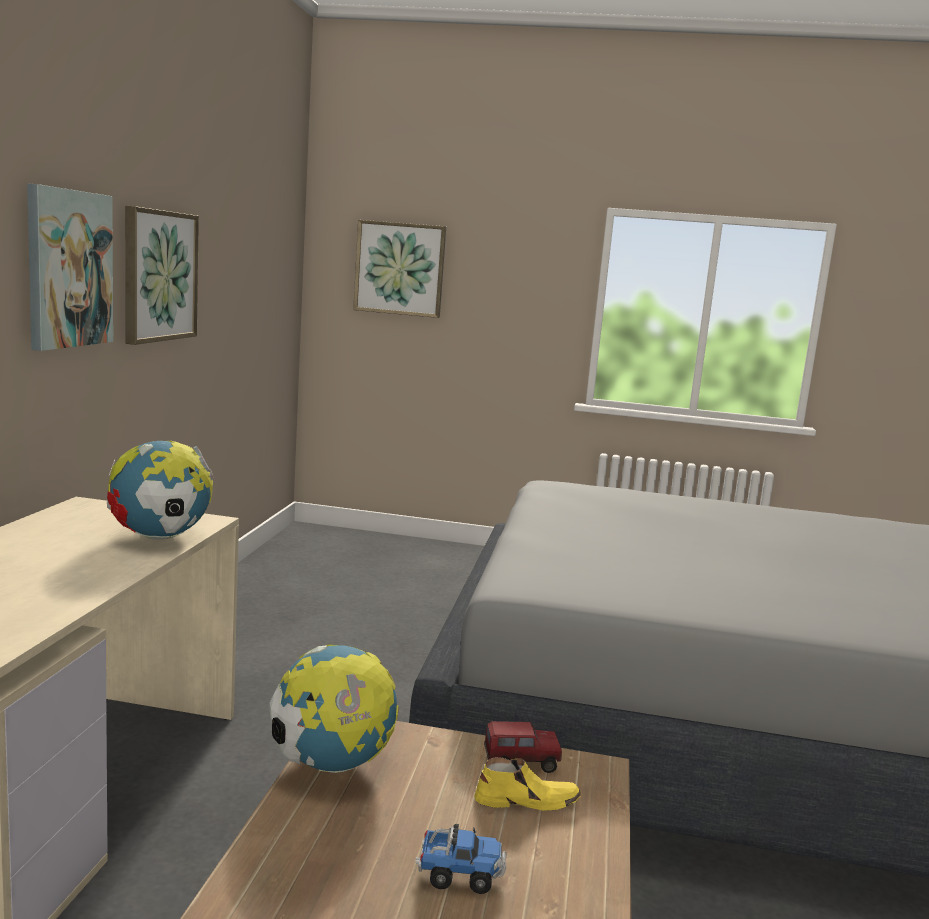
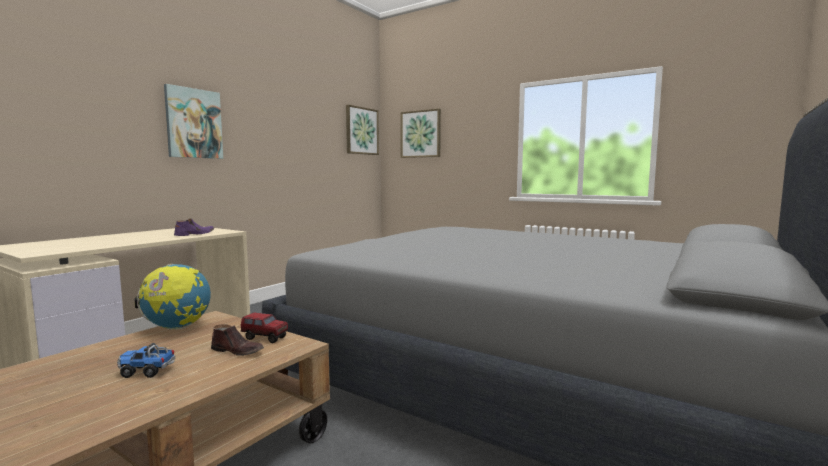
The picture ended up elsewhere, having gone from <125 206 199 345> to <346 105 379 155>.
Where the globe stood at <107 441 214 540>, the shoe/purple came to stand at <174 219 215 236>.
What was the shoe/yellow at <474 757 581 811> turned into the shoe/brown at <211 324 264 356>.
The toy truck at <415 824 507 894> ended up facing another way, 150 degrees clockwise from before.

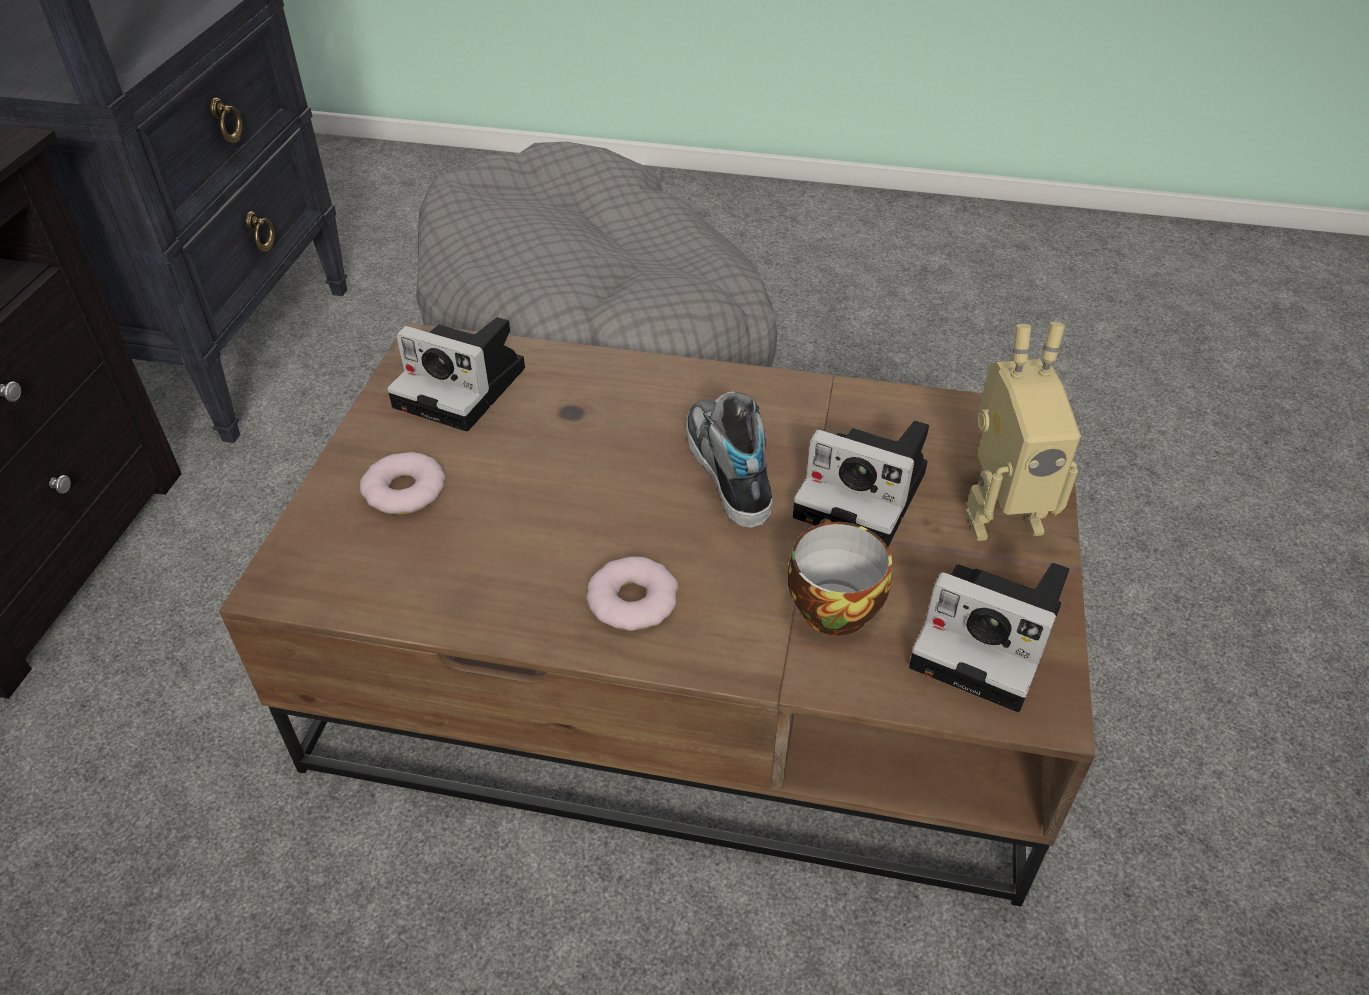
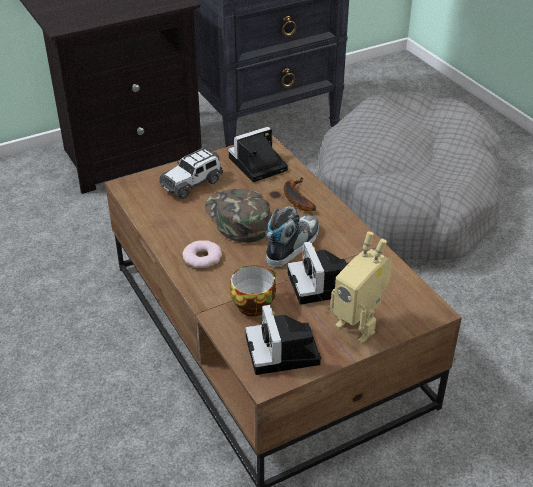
The photo camera at <387 317 525 431> ended up facing another way, 75 degrees clockwise from before.
Where the donut stood at <360 452 446 514>, the toy car came to stand at <159 148 223 199>.
The second view gained the banana at <284 177 316 212>.
The second view gained the cap/green at <205 189 271 243>.

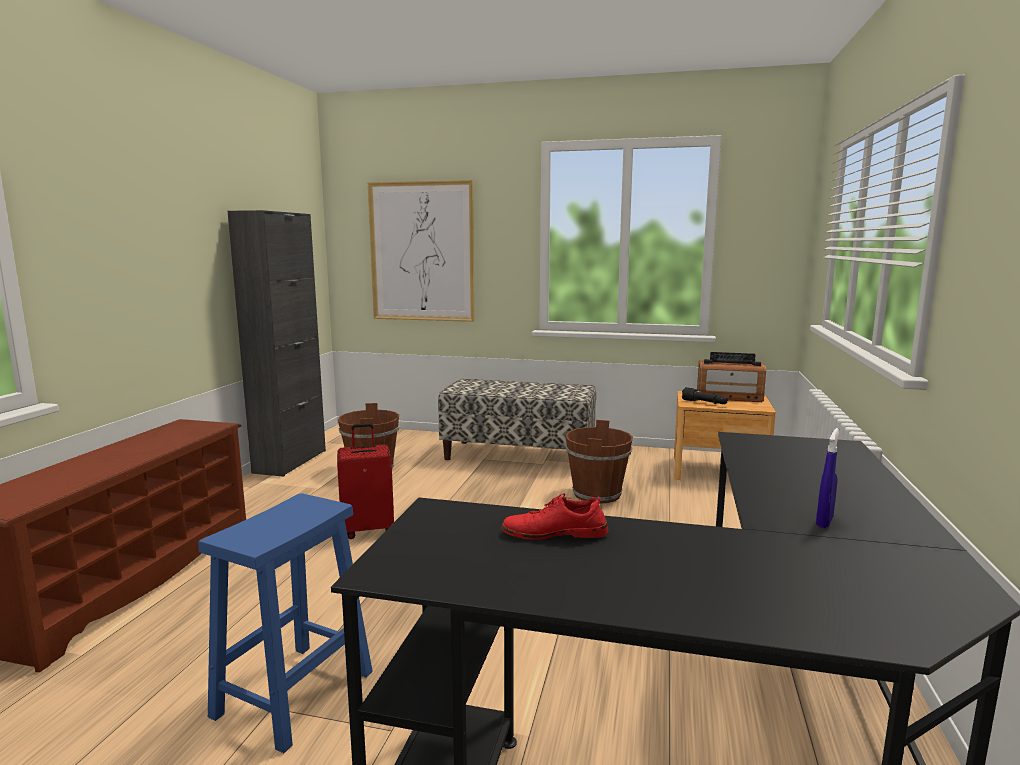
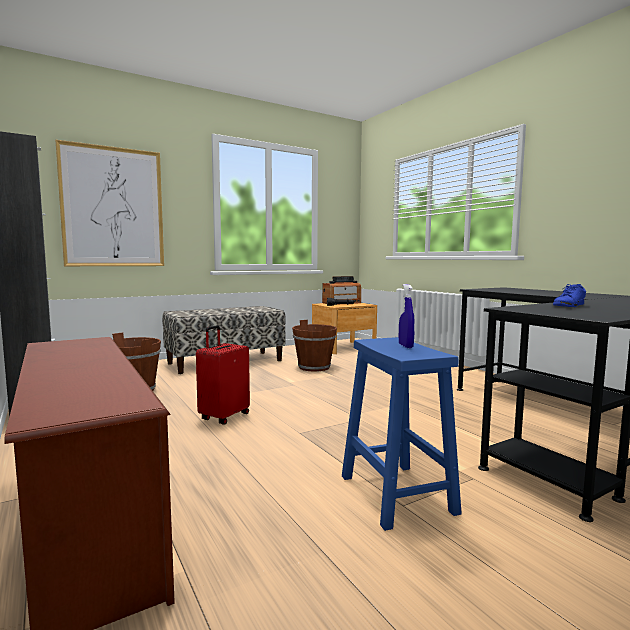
The spray bottle/blue ended up elsewhere, having gone from <816 428 839 528> to <399 284 415 348>.
What was the shoe/red at <502 493 608 540> turned into the shoe/blue at <553 284 586 307>.

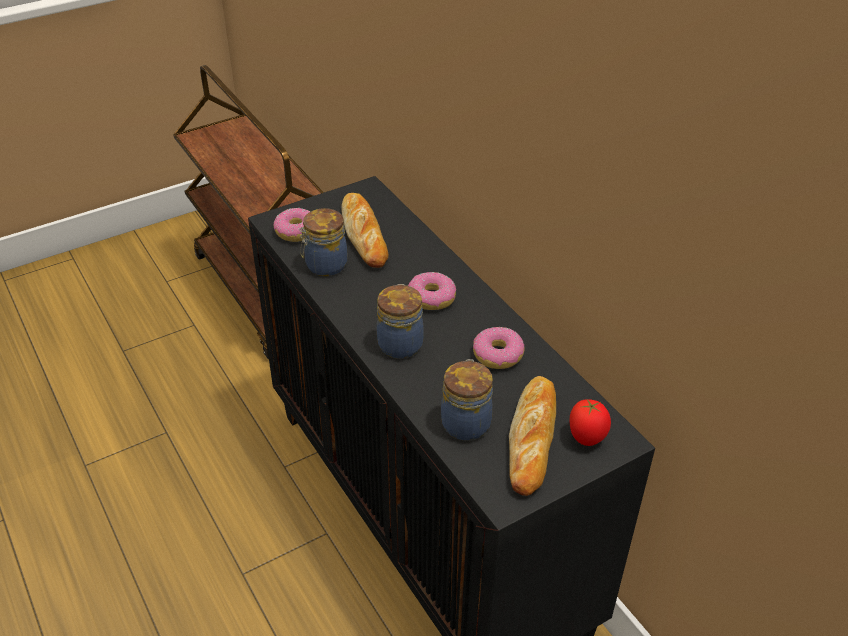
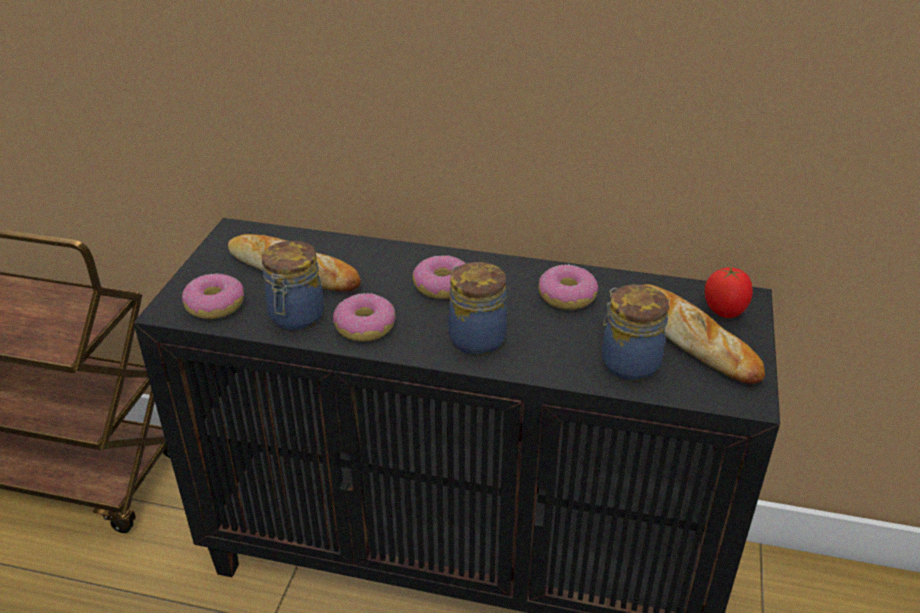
The second view gained the donut at <333 293 395 341>.

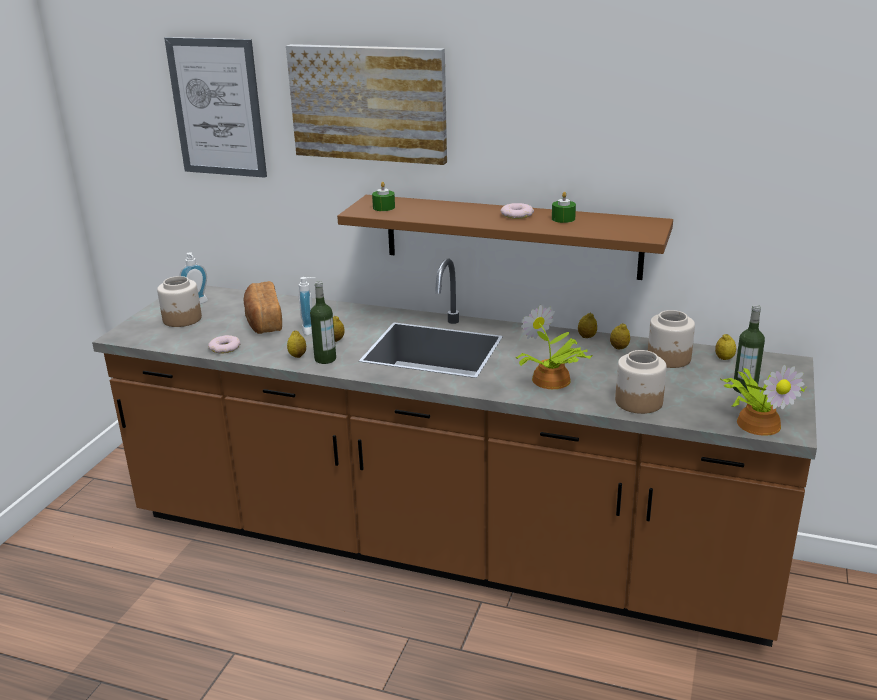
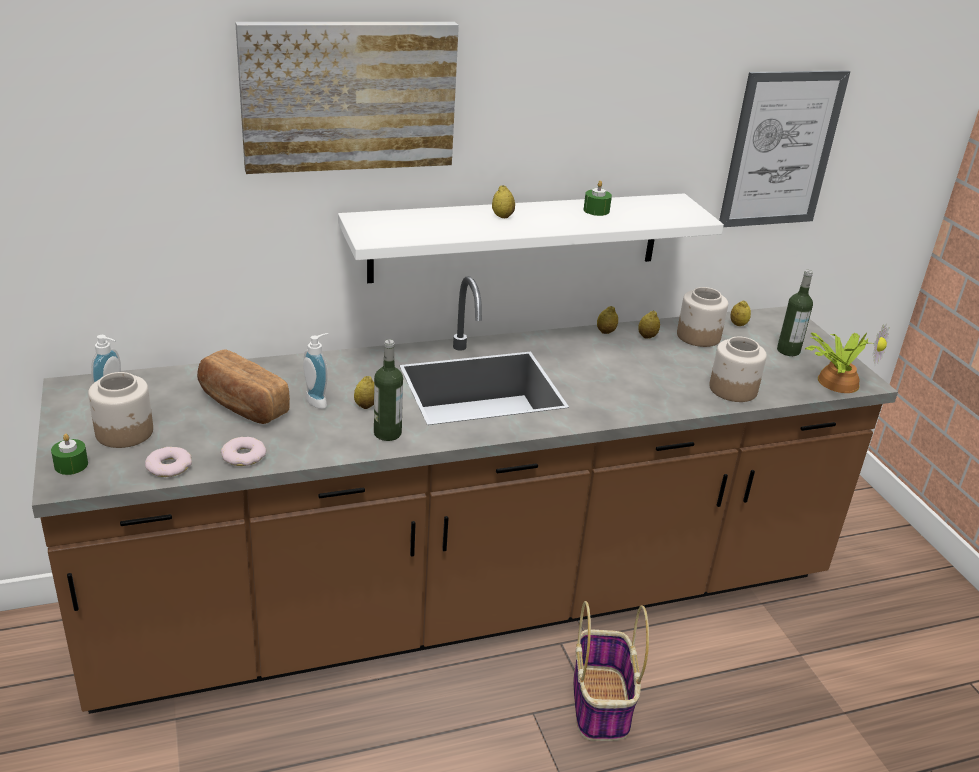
The picture ended up elsewhere, having gone from <164 37 267 178> to <719 70 850 227>.
The candle/green ended up elsewhere, having gone from <372 182 395 211> to <51 434 88 475>.
What was the shelf/brown at <337 195 673 280> turned into the shelf/white at <338 193 724 283>.
The donut ended up elsewhere, having gone from <501 203 534 219> to <145 447 192 477>.
The second view lost the potted plant at <516 305 593 389>.
The lemon ended up elsewhere, having gone from <287 330 306 358> to <492 185 515 218>.
The second view gained the basket at <573 601 649 741>.

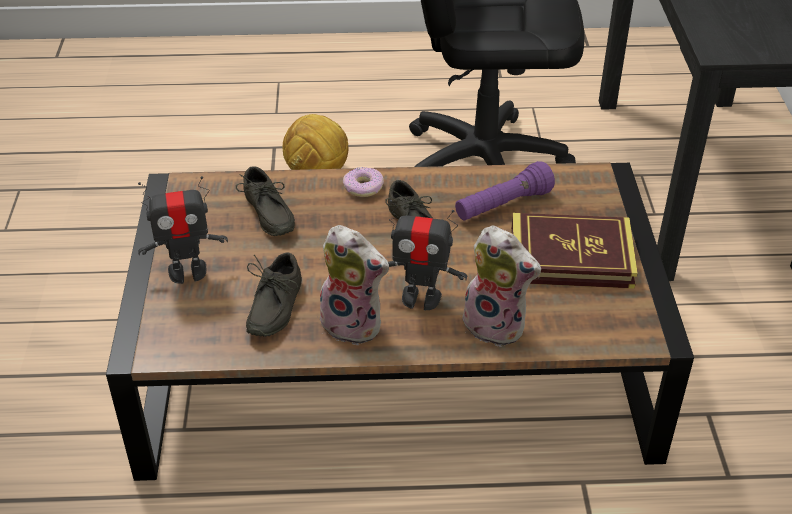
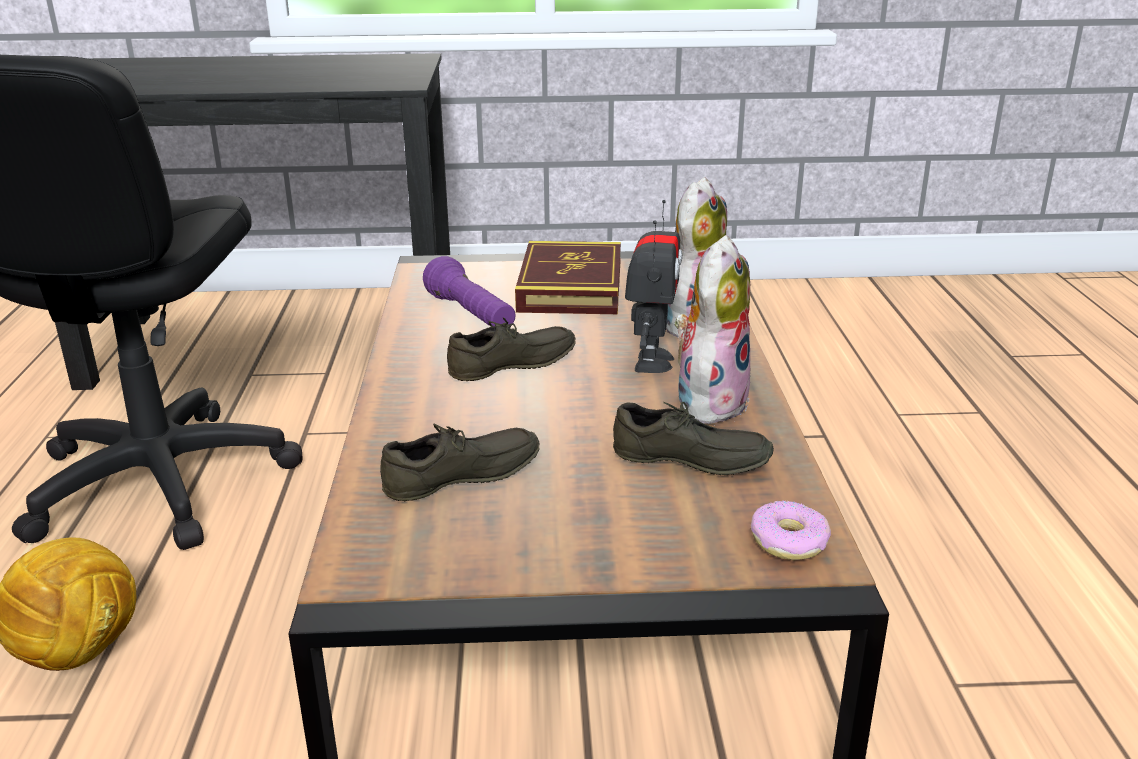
The donut ended up elsewhere, having gone from <343 167 384 197> to <751 501 831 560>.
The second view lost the toy robot at <138 176 228 284>.

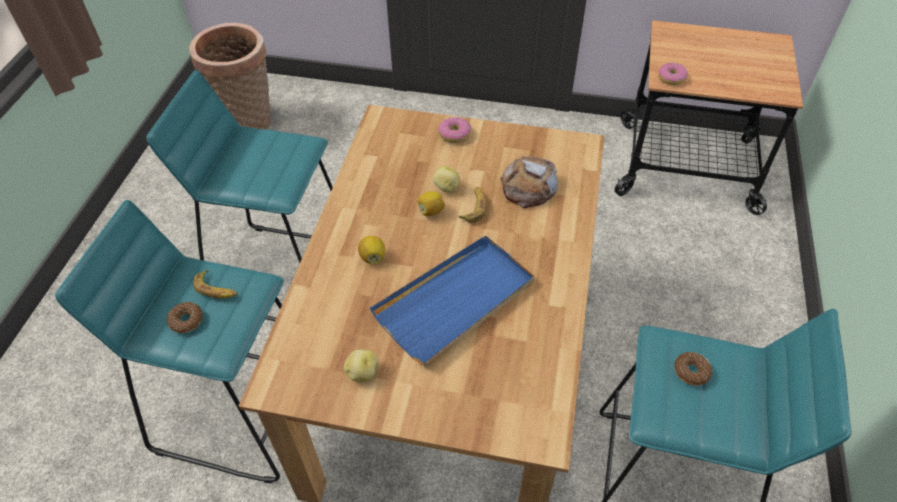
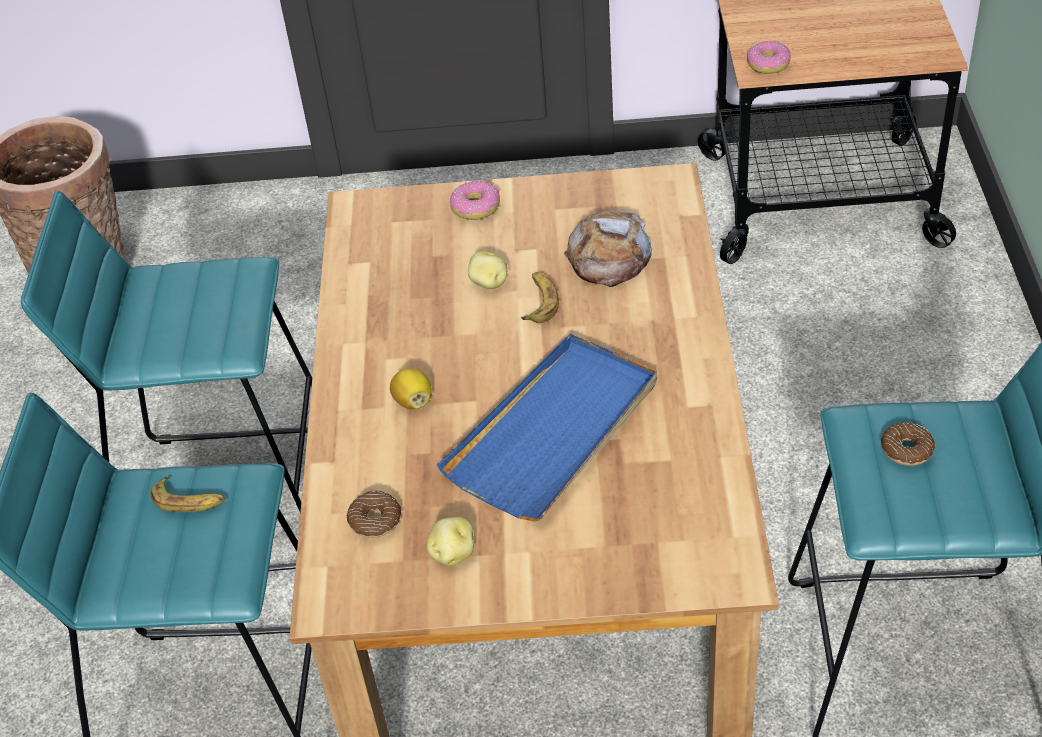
The second view lost the lemon at <418 191 445 216>.
The donut ended up elsewhere, having gone from <167 302 203 333> to <347 491 401 538>.

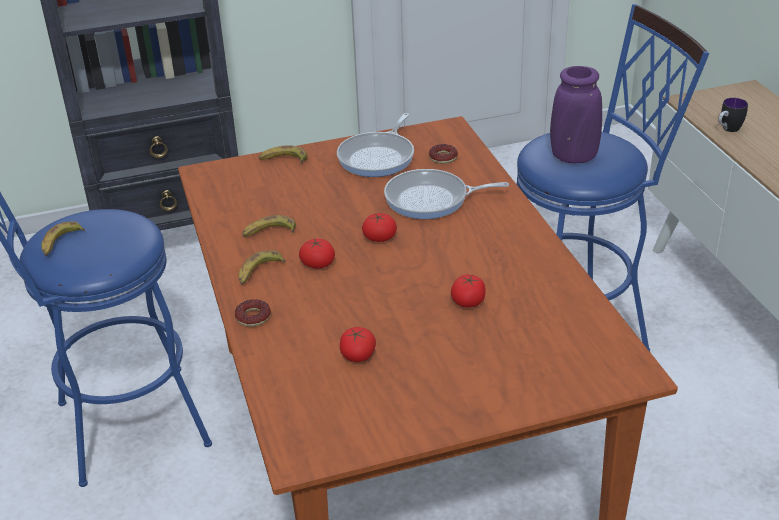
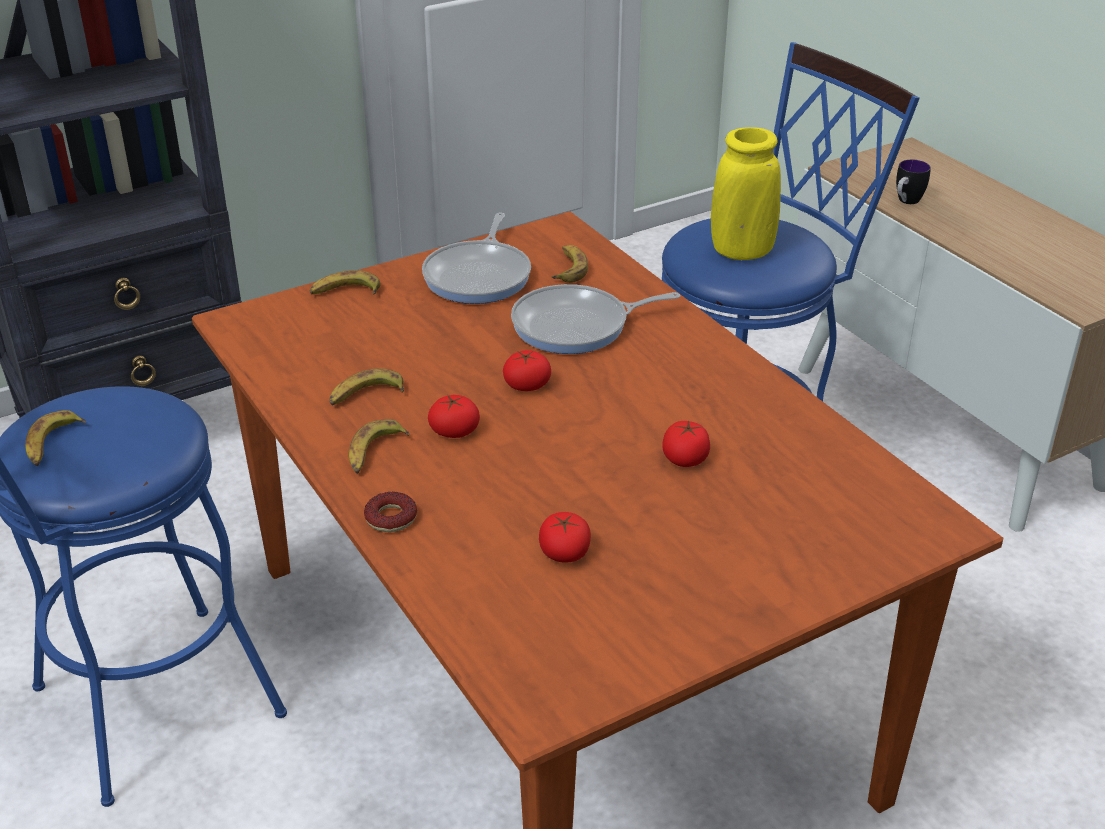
What was the vase/purple at <550 66 602 163> turned into the vase/yellow at <711 127 781 260>.
Where the donut stood at <429 144 458 164>, the banana came to stand at <551 245 588 283>.

